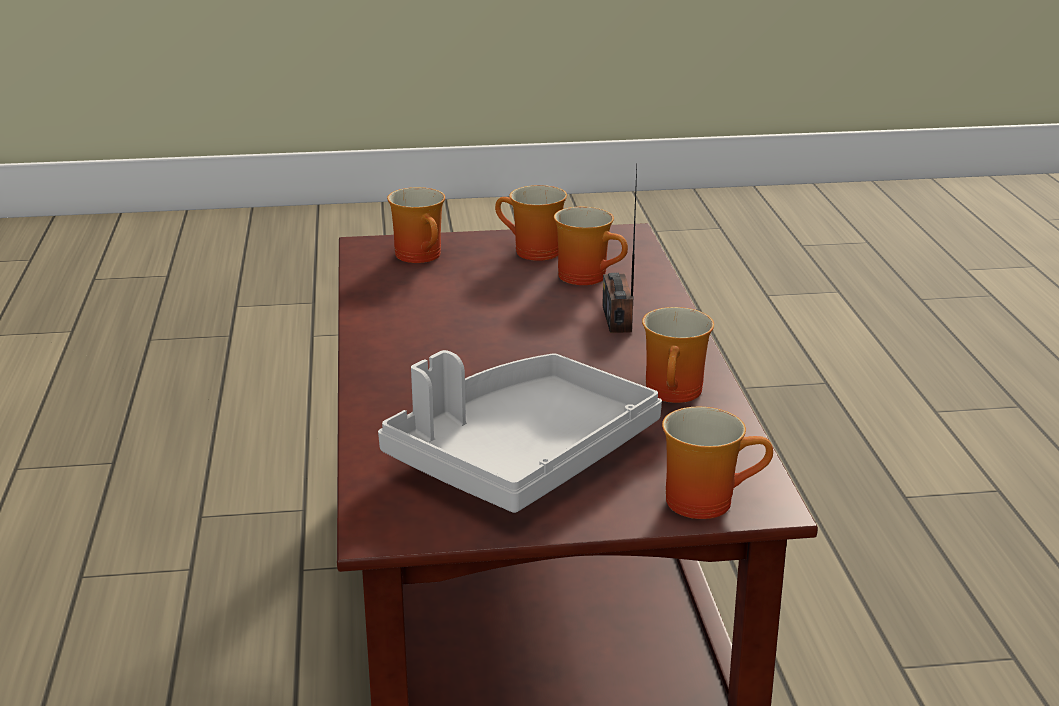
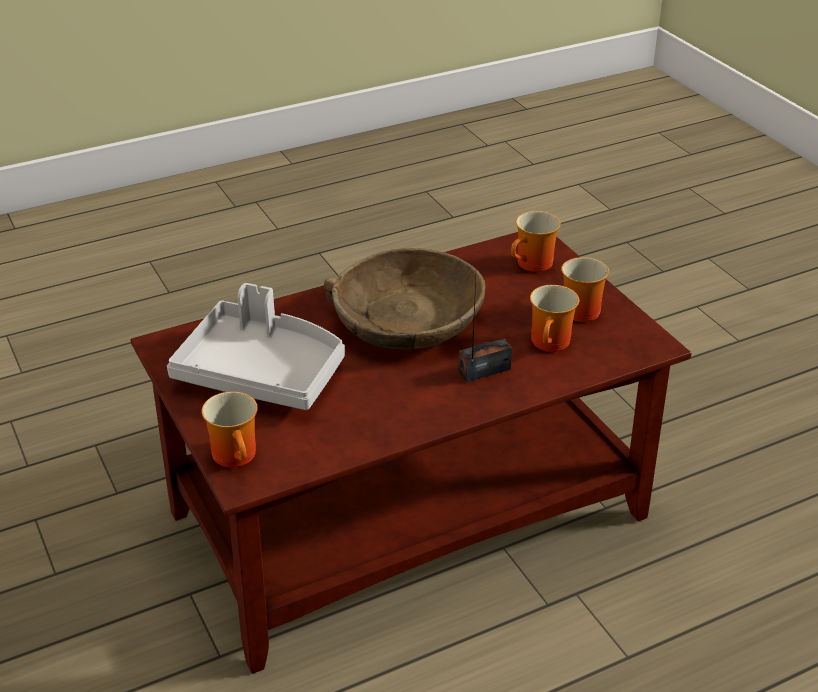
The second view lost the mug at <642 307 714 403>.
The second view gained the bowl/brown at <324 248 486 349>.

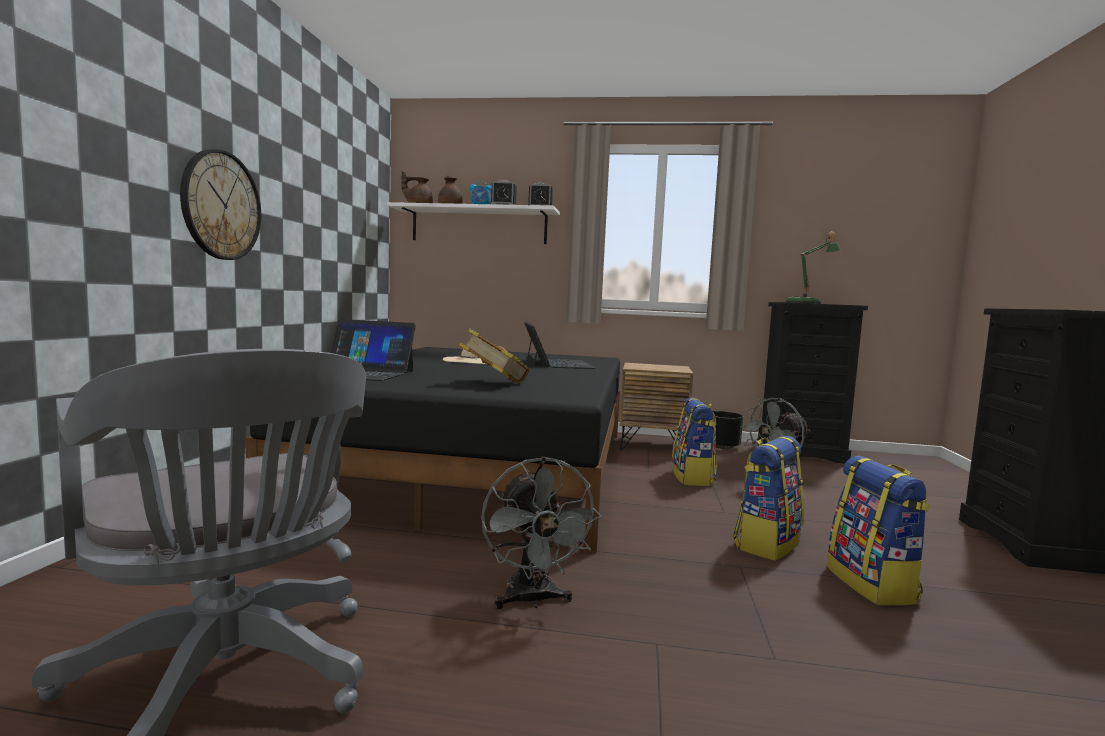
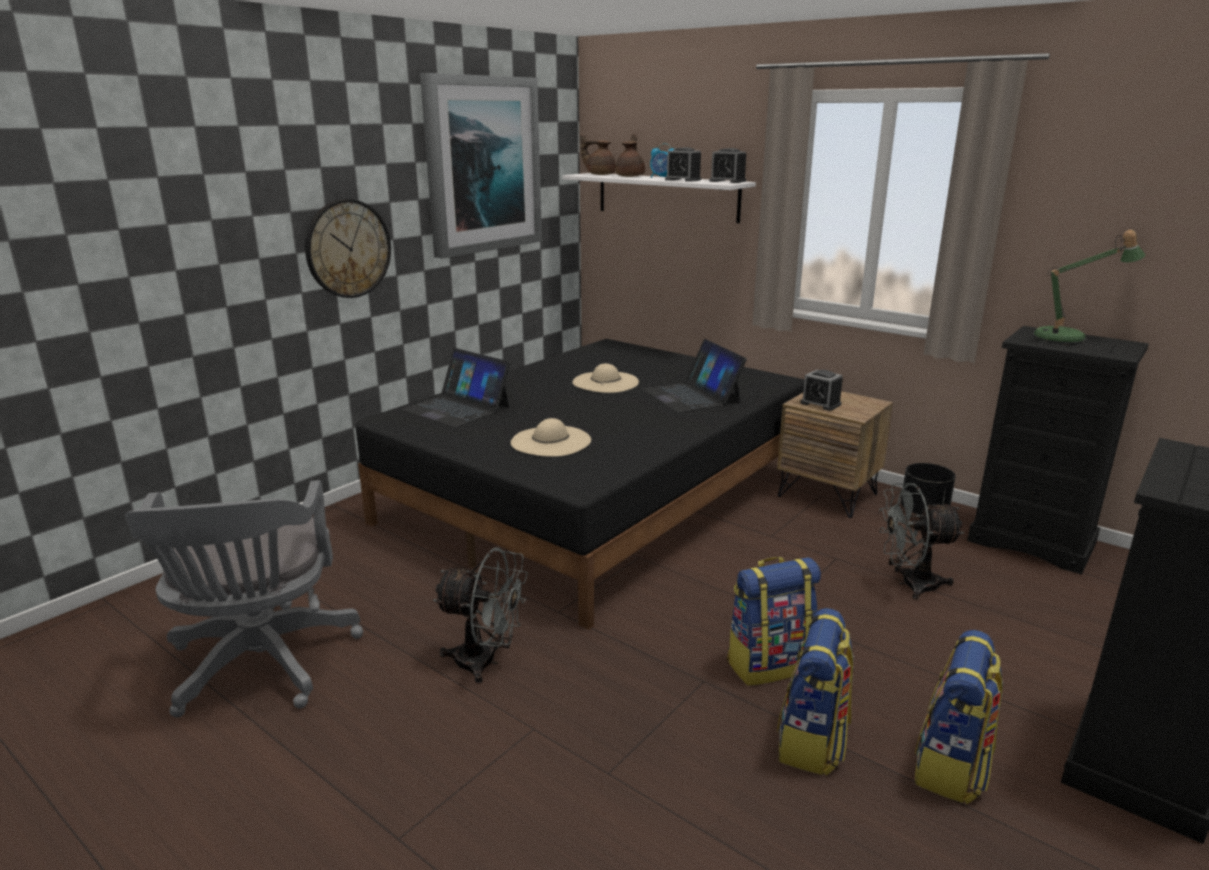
The laptop at <524 322 595 369> ended up facing another way, 135 degrees clockwise from before.
Where the book stood at <459 328 529 384>, the hat/beige came to stand at <511 418 591 457>.
The backpack ended up elsewhere, having gone from <672 398 718 486> to <915 630 1003 804>.
The fan/grey at <481 457 602 609> ended up facing another way, 90 degrees counterclockwise from before.
The second view gained the picture at <420 73 542 259>.
The second view gained the alarm clock at <800 370 843 411>.

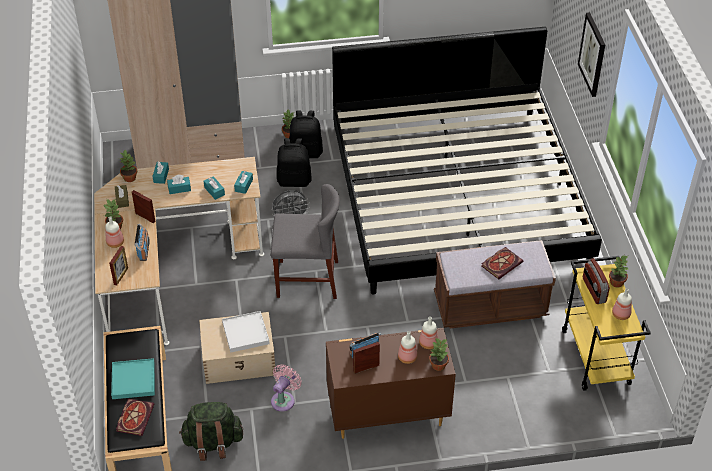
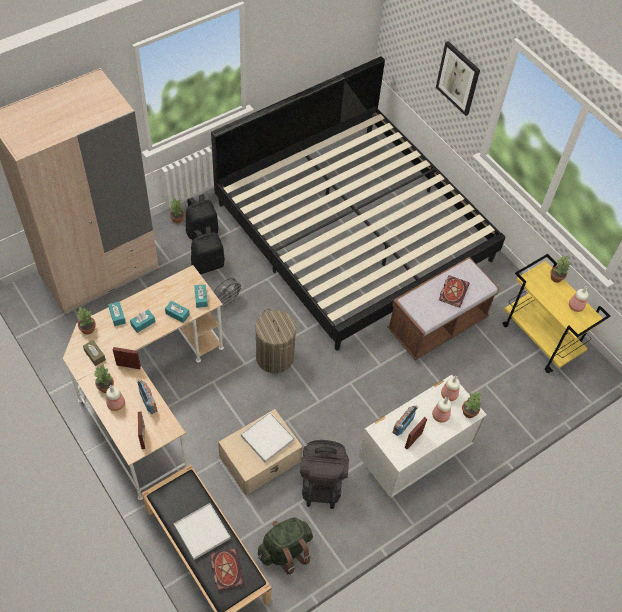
Where the chair/grey stood at <271 184 340 299>, the laundry basket came to stand at <255 309 296 373>.
The second view lost the radio at <583 258 610 304>.
What was the dresser/brown at <326 328 456 439> turned into the dresser/white at <359 375 487 498>.
What was the tray/turquoise at <111 358 155 399> turned into the tray/white at <174 503 230 560>.
Where the fan/pink stood at <271 364 302 412>, the backpack/black came to stand at <300 440 349 509>.

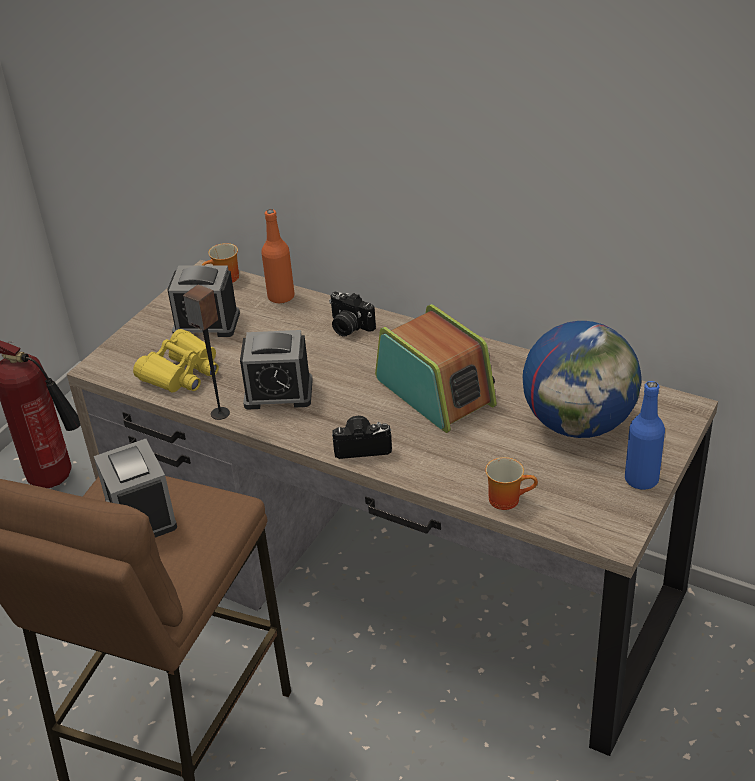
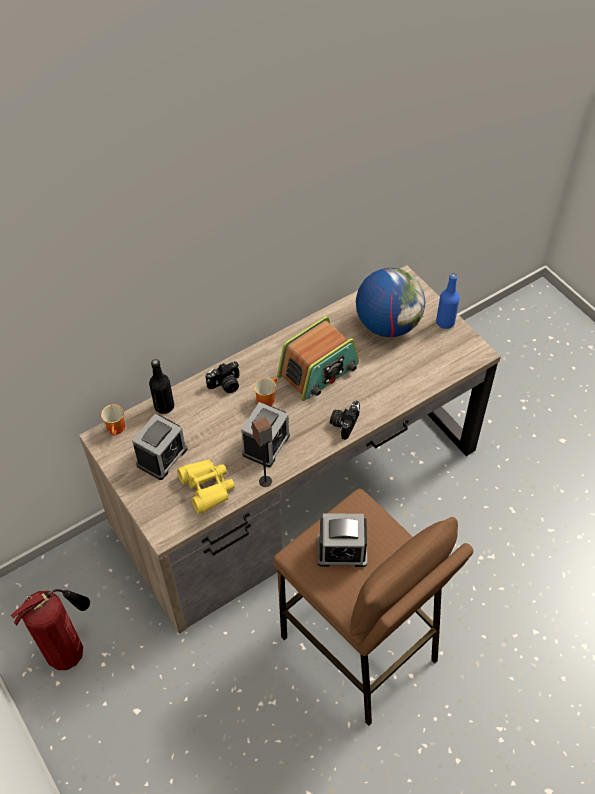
What was the bottle/orange at <261 209 295 304> turned into the bottle/black at <149 359 174 414>.
The radio at <375 304 497 433> ended up facing another way, 150 degrees clockwise from before.
The mug ended up elsewhere, having gone from <485 457 538 510> to <254 378 277 406>.

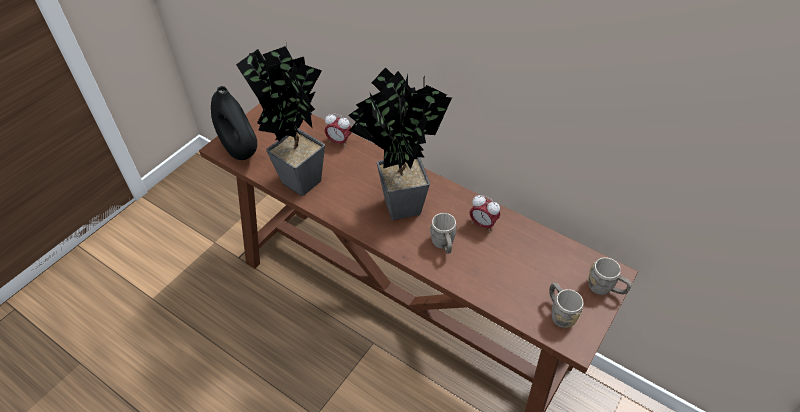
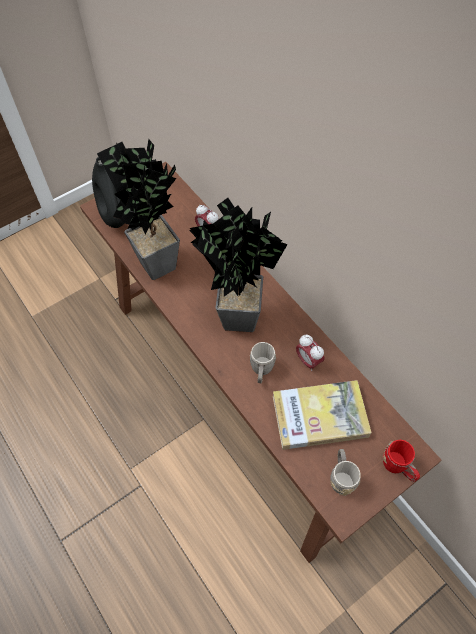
What was the mug/grey at <588 257 632 295> turned into the mug/red at <383 440 420 482>.
The second view gained the book at <273 380 372 450>.

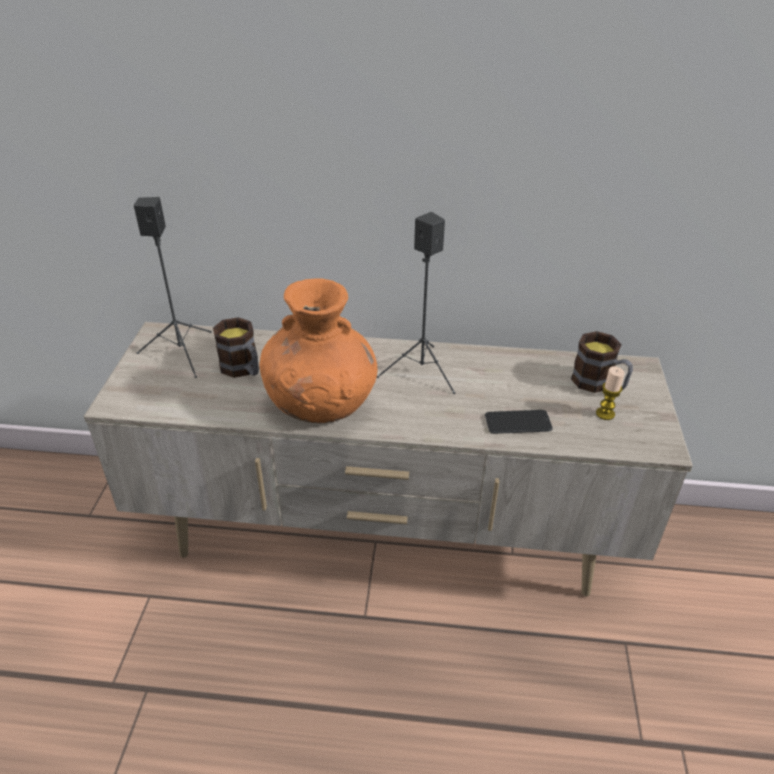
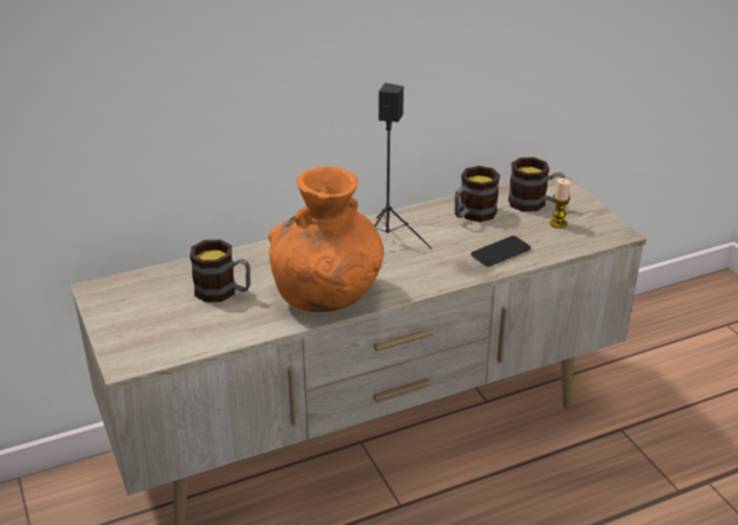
The second view lost the speaker/black at <134 197 212 378>.
The second view gained the mug at <455 166 500 222>.

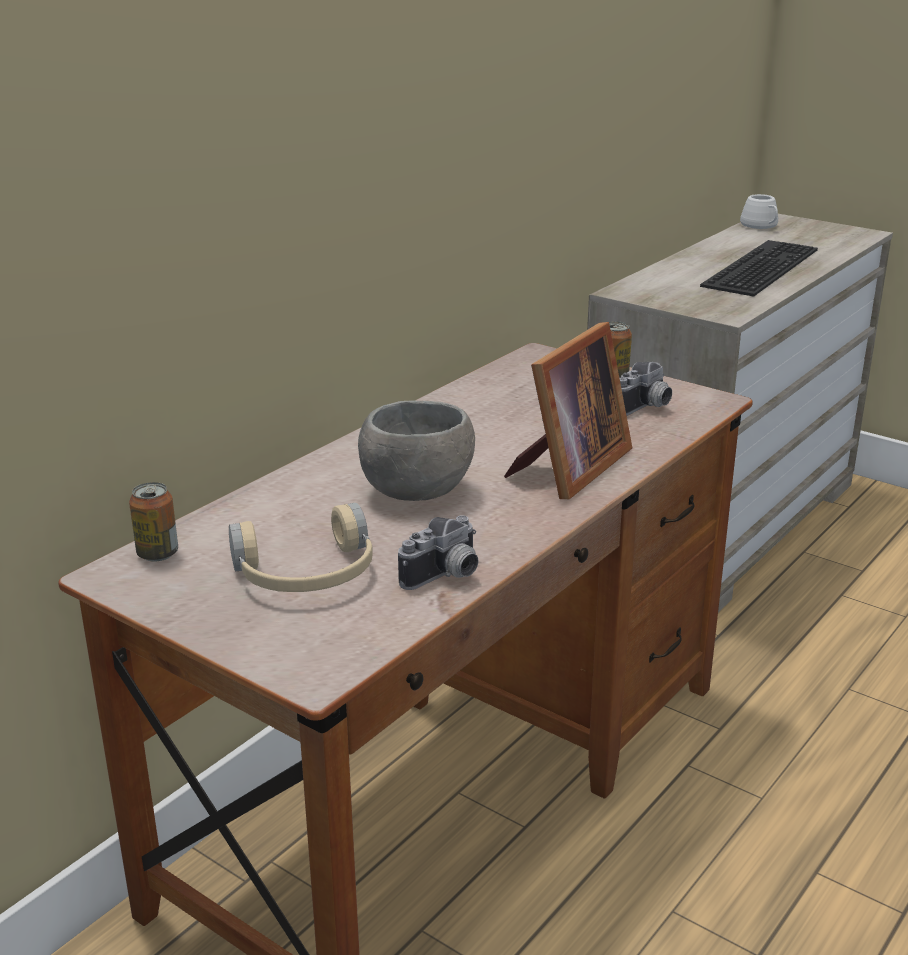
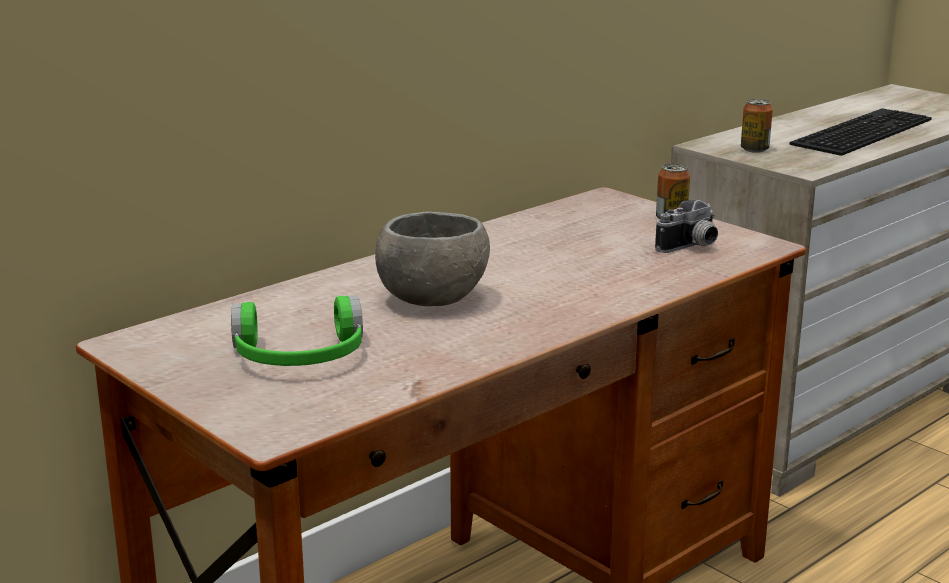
The second view lost the mug/white at <740 194 778 229>.
The second view lost the picture frame at <504 322 632 499>.
The can ended up elsewhere, having gone from <129 482 178 561> to <741 99 773 153>.
What was the headphones/beige at <229 503 373 592> turned into the headphones/green at <231 295 363 366>.
The second view lost the photo camera at <398 515 478 590>.

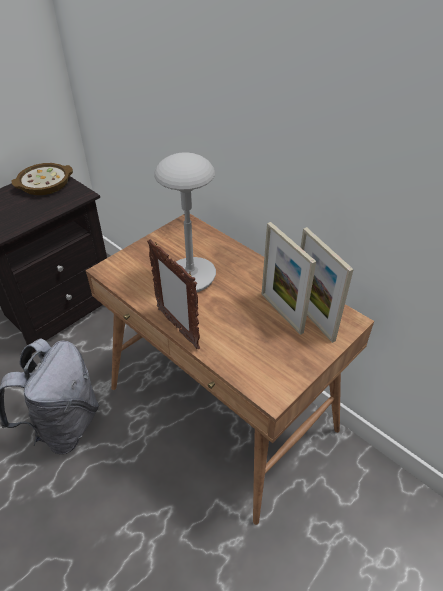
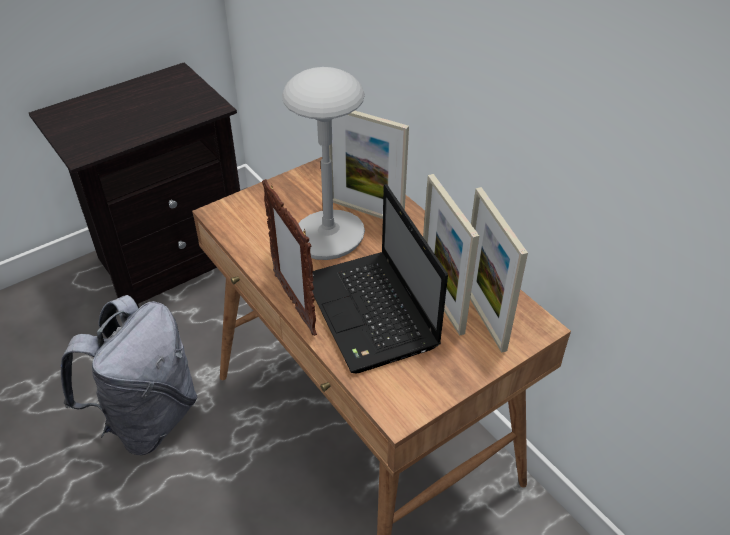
The second view lost the bowl at <12 163 73 195>.
The second view gained the picture frame at <329 111 409 219>.
The second view gained the laptop at <312 184 448 374>.

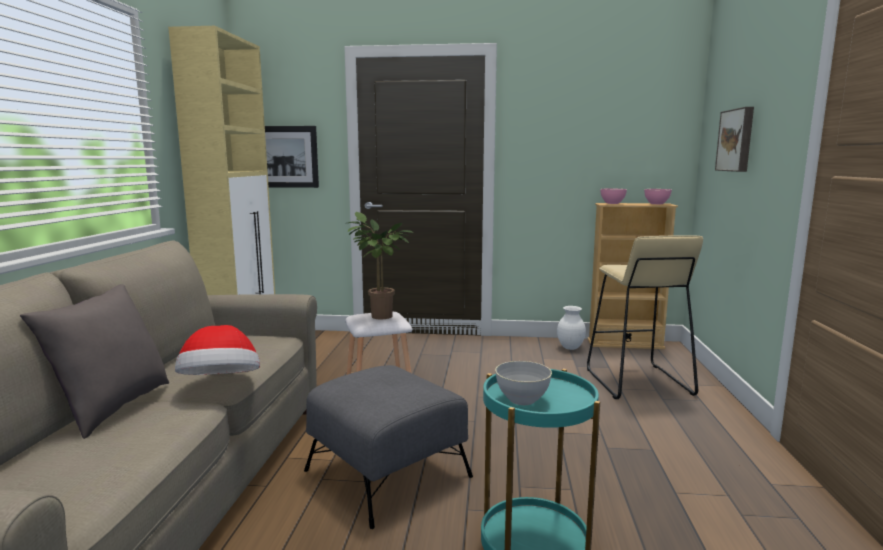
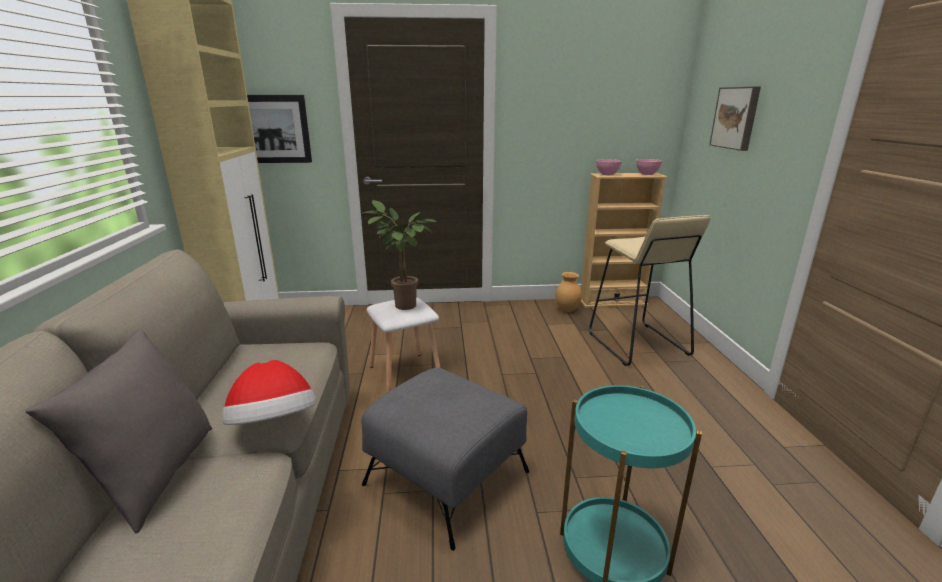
What was the vase/white at <557 306 586 350> turned into the vase/brown at <555 272 582 312>.
The second view lost the bowl/grey at <495 361 552 405>.

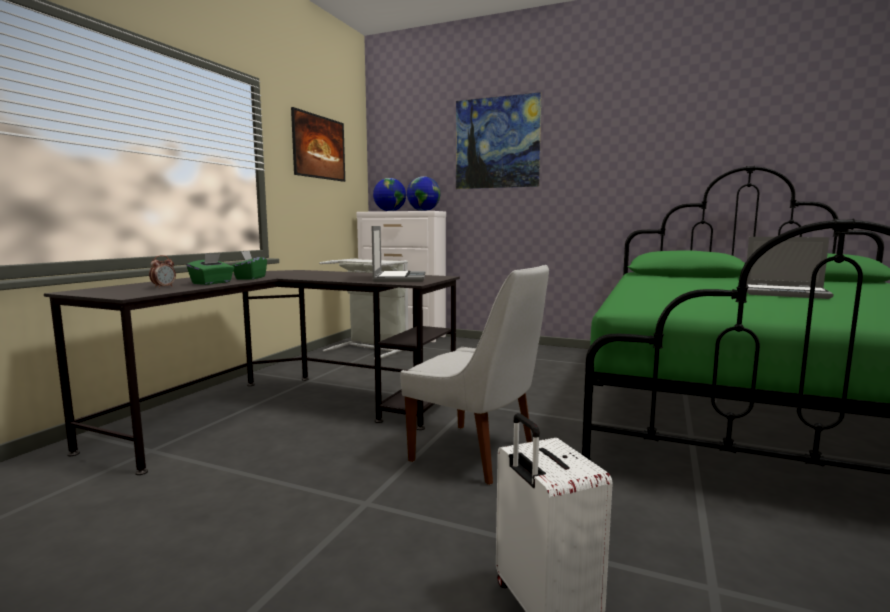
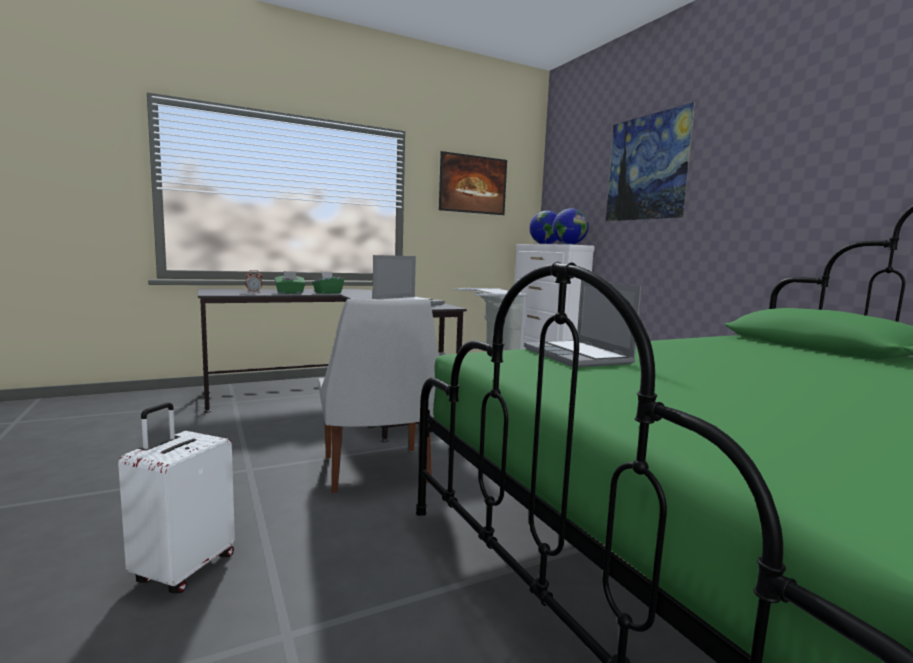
The laptop ended up elsewhere, having gone from <747 237 834 299> to <524 280 642 367>.

